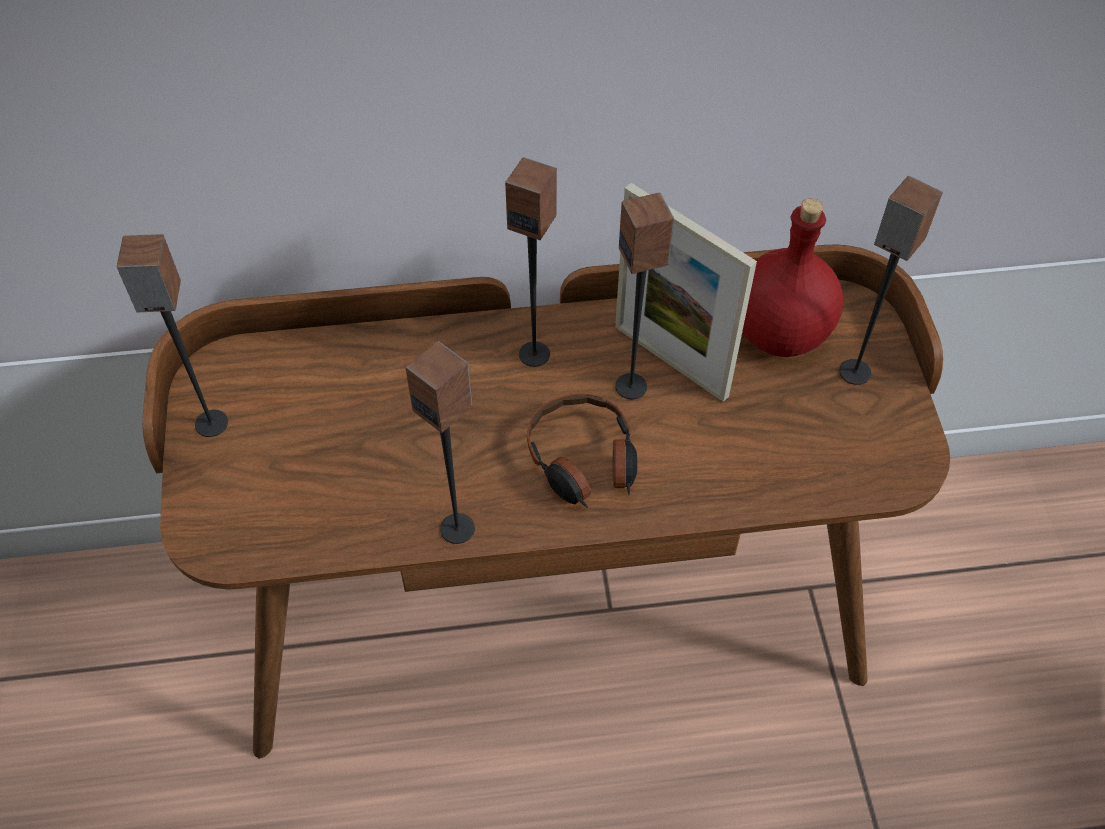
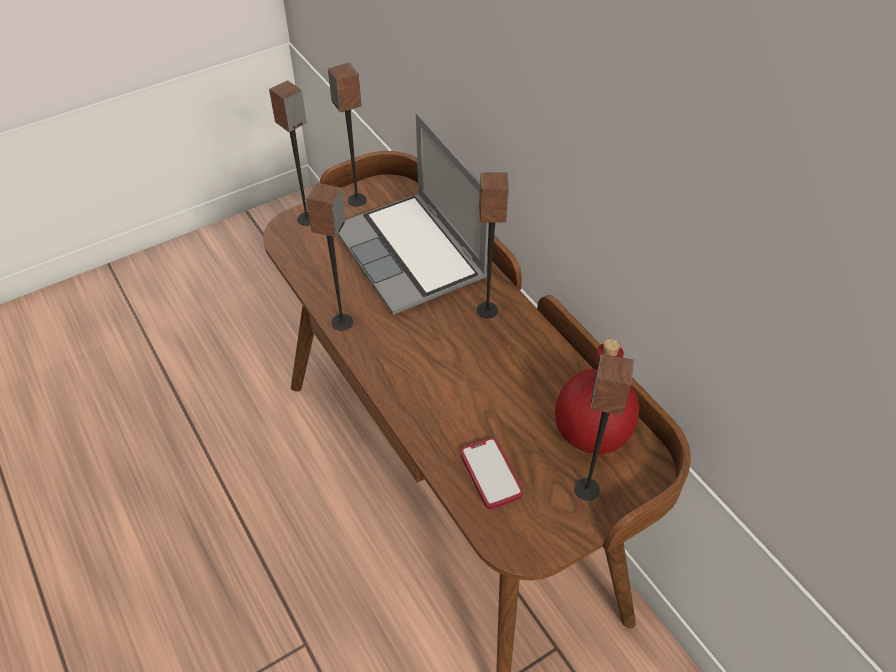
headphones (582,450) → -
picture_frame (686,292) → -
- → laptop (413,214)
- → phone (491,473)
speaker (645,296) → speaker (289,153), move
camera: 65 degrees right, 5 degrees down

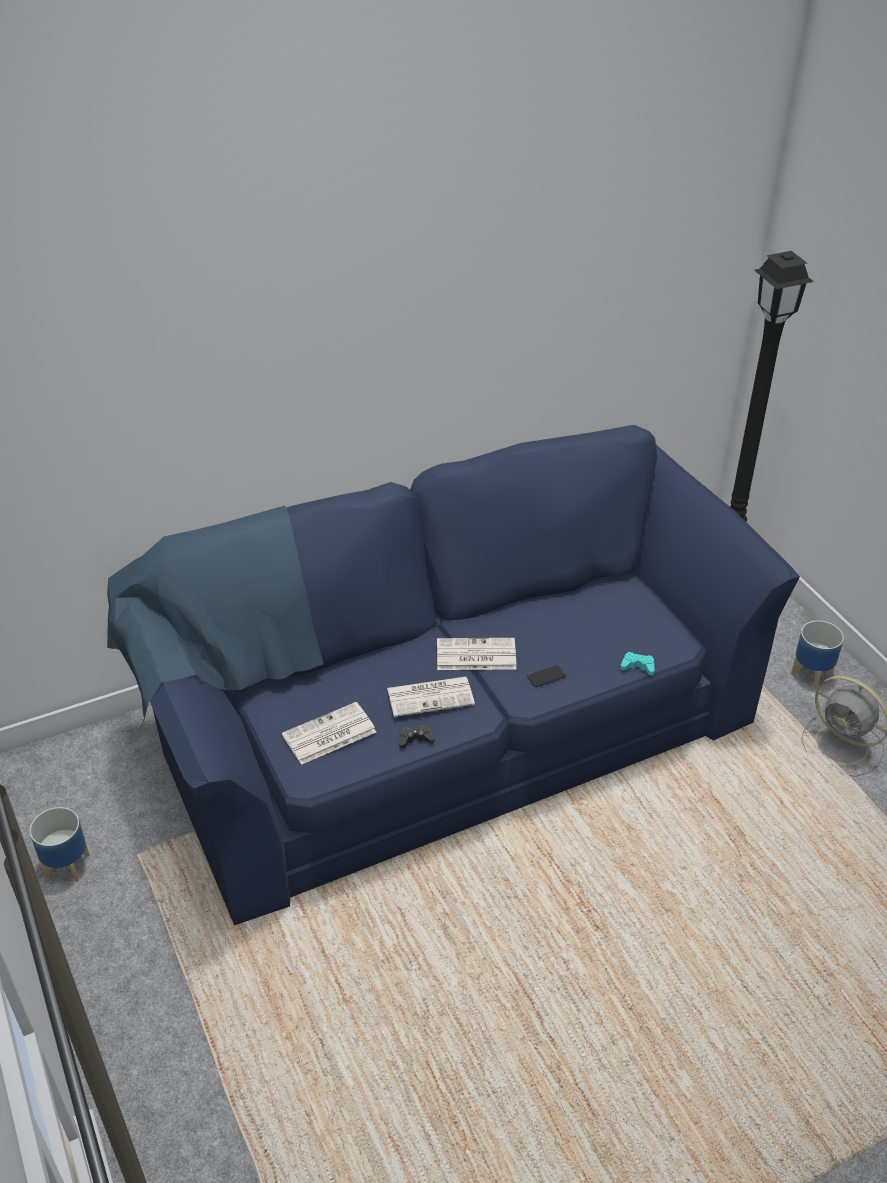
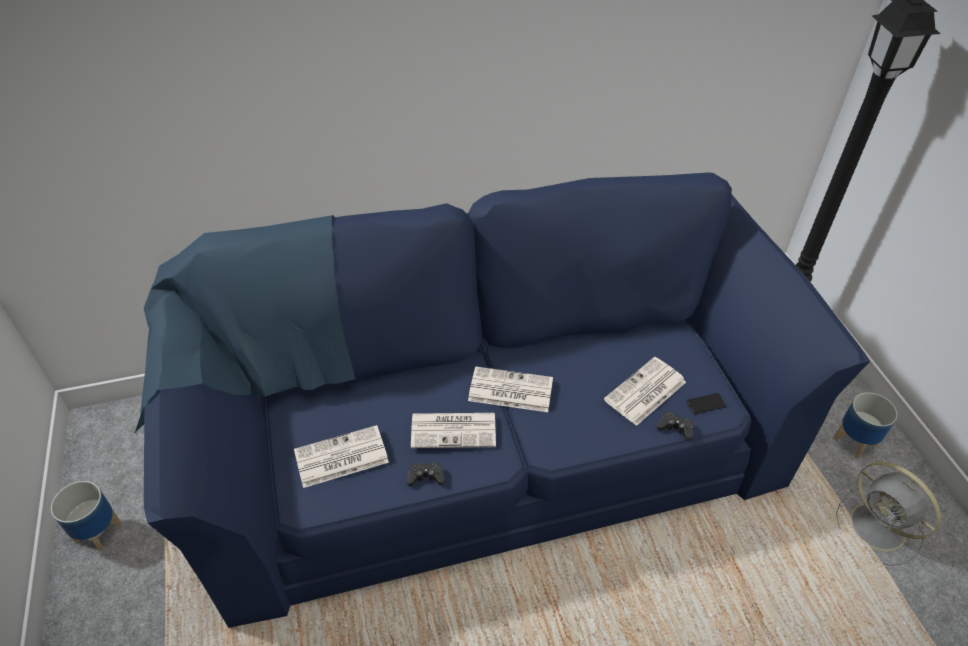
- → newspaper (645,391)
phone (546,676) → phone (706,403), move
turquoise_game_controller (637,663) → black_game_controller (675,426)
camera: 10 degrees right, 5 degrees up

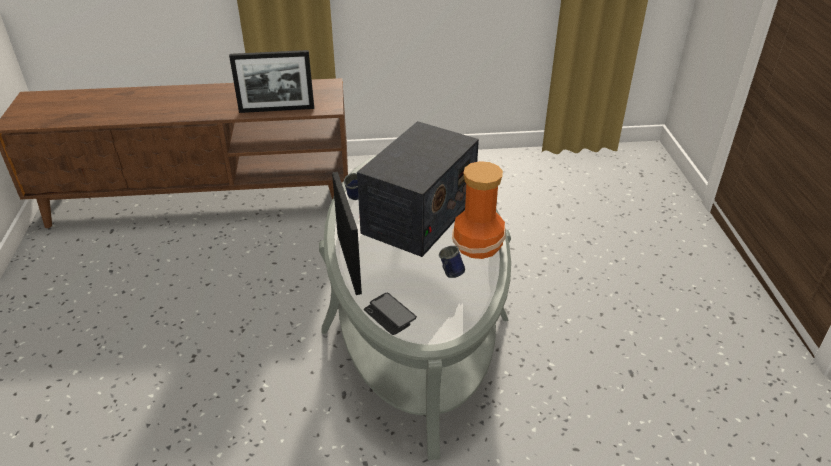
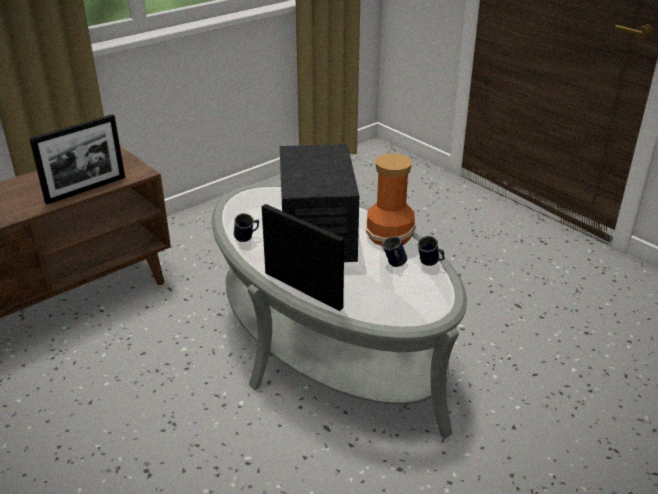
phone (390,314) → -
- → blue_mug (431,251)
camera: 35 degrees left, 5 degrees down

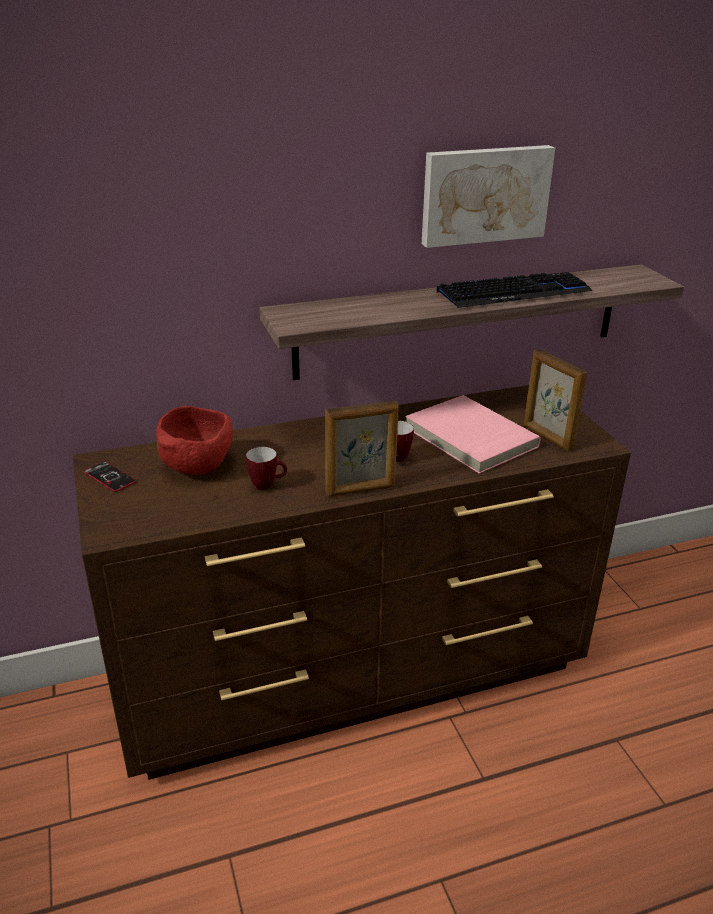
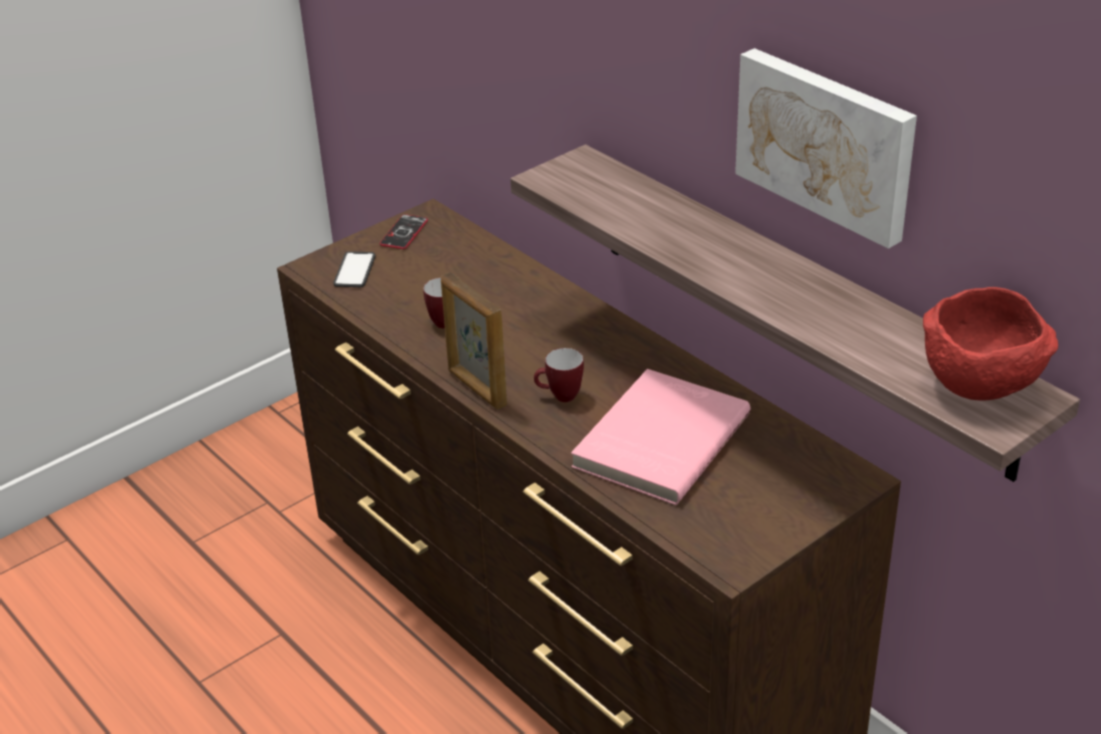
keyboard (514,290) → -
picture_frame (555,400) → -
- → phone (354,269)
red_bowl (194,440) → red_bowl (990,344), move
camera: 70 degrees right, 5 degrees up

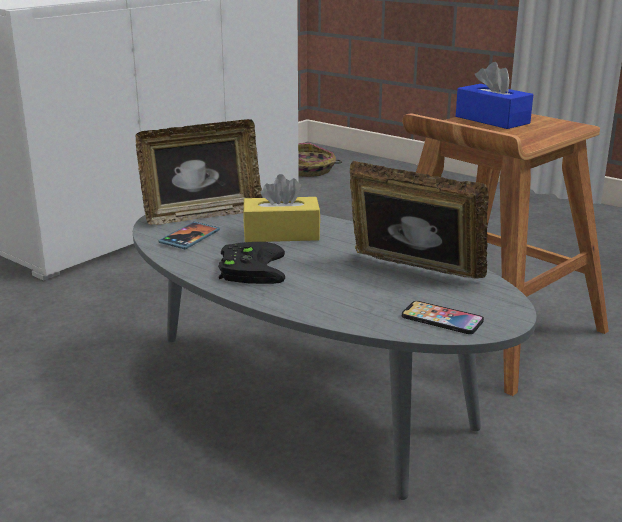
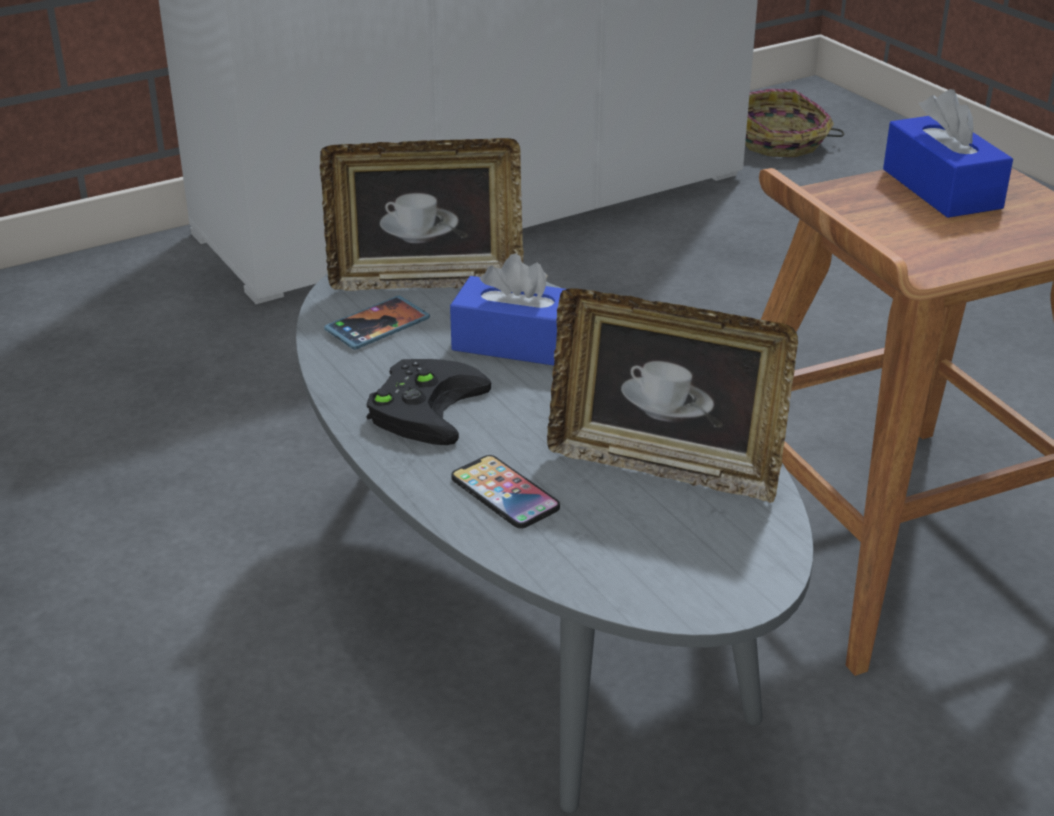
phone (443,317) → phone (505,492), move
yellow_tissue_box (282,208) → blue_tissue_box (508,310)
picture_frame (419,219) → picture_frame (672,395), 150 degrees clockwise
camera: 20 degrees right, 10 degrees up

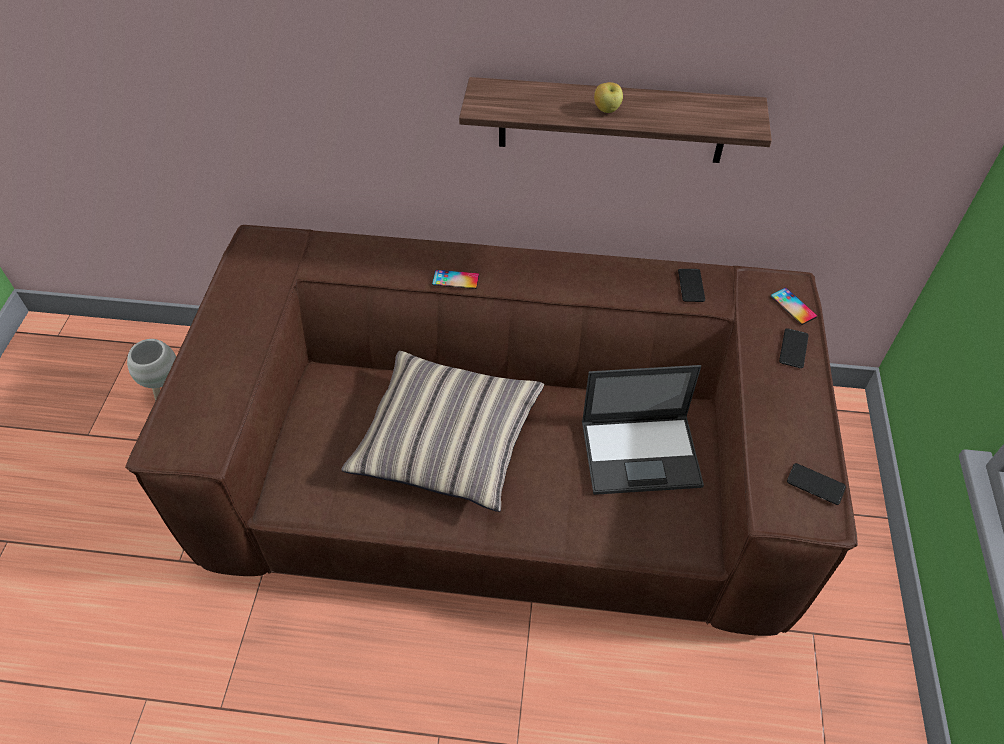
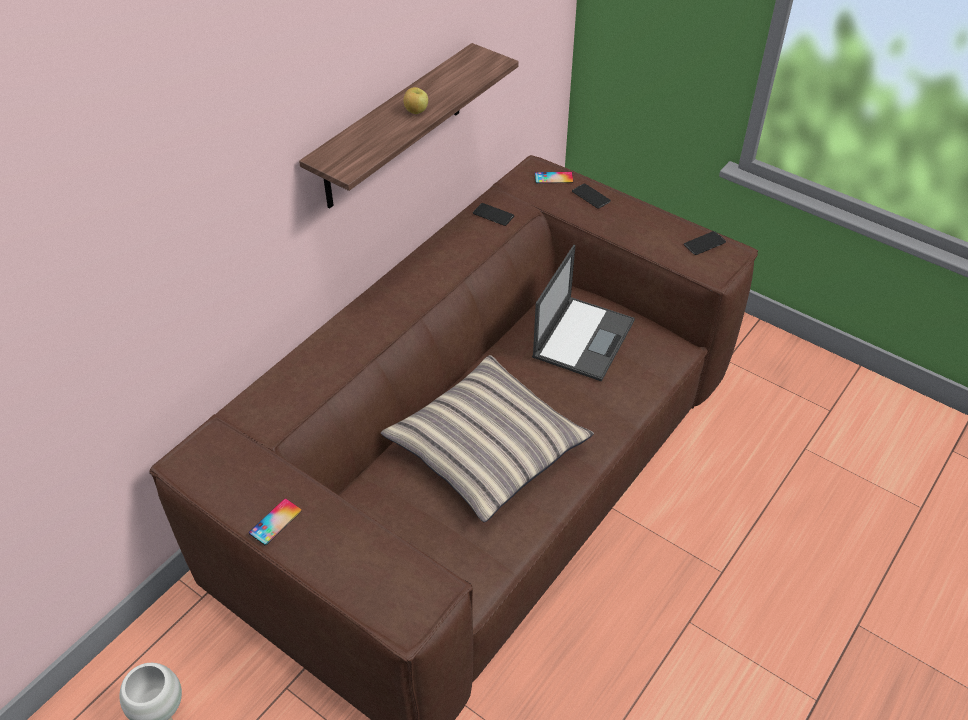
phone (455,279) → phone (275,521), move
camera: 60 degrees left, 5 degrees down

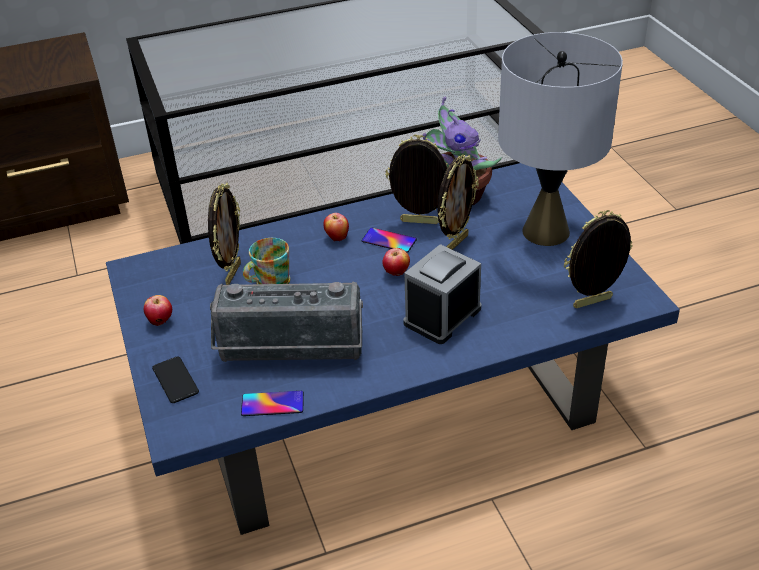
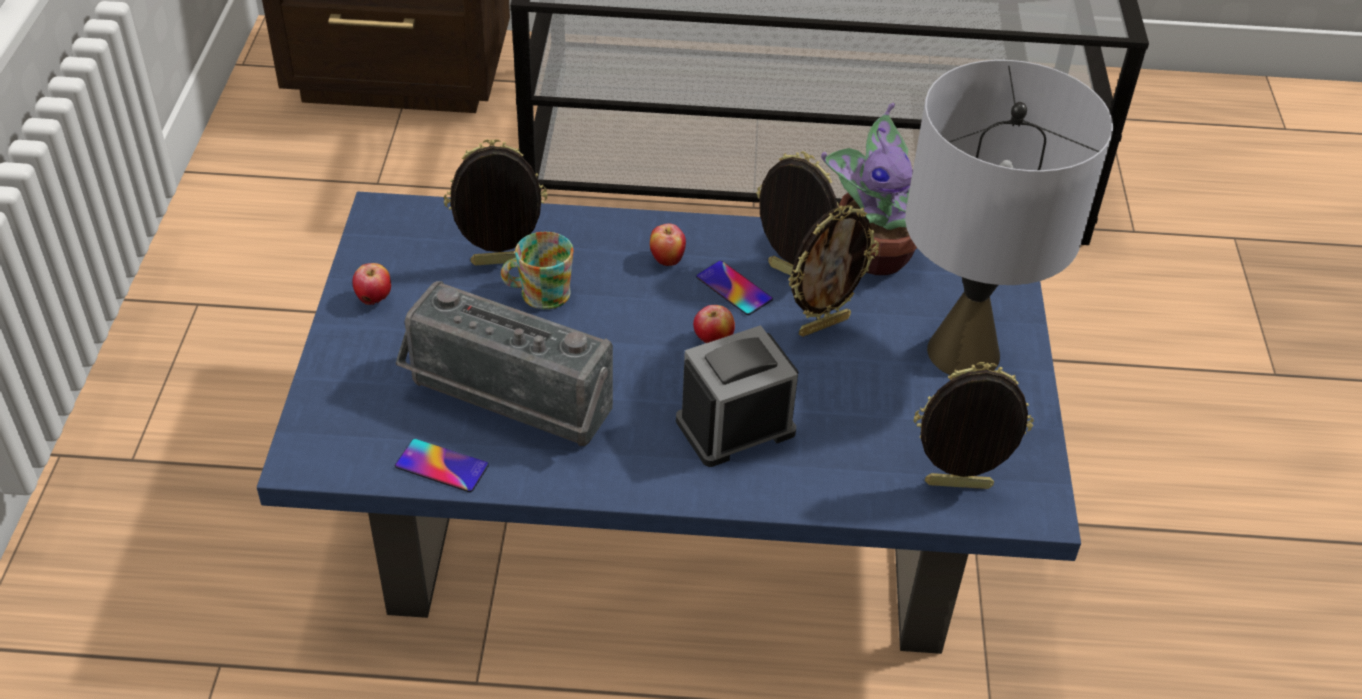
phone (175,380) → -
picture_frame (224,234) → picture_frame (496,202), 135 degrees counterclockwise
camera: 20 degrees right, 5 degrees up

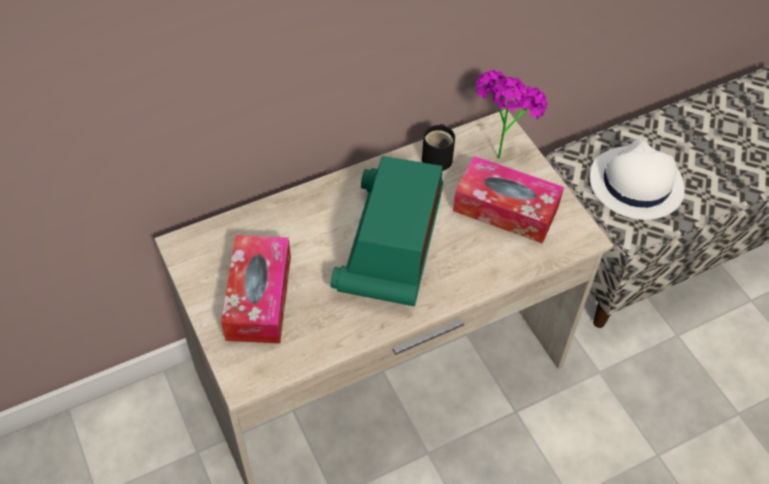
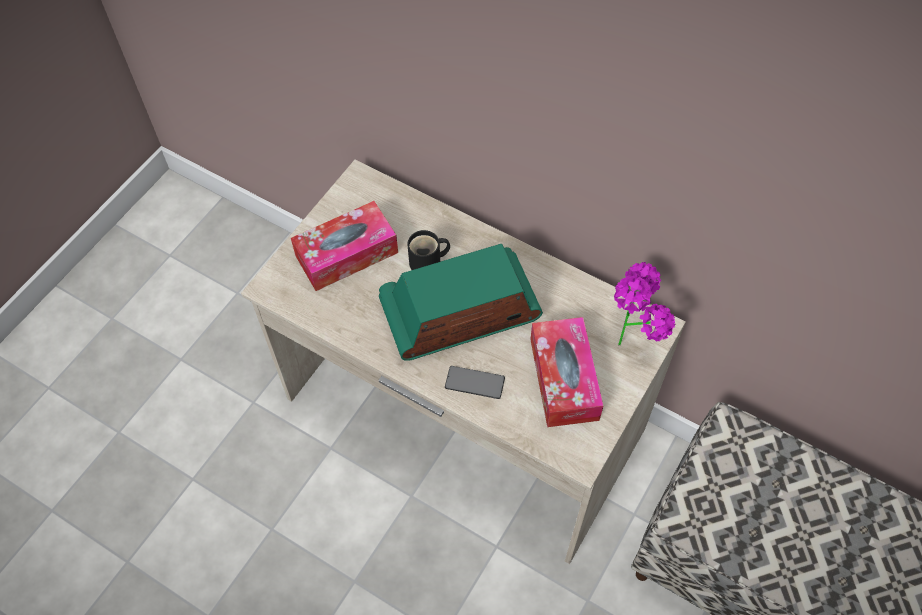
white_hat (637,179) → -
- → phone (475,382)
black_mug (438,147) → black_mug (428,250), move
camera: 60 degrees right, 5 degrees up

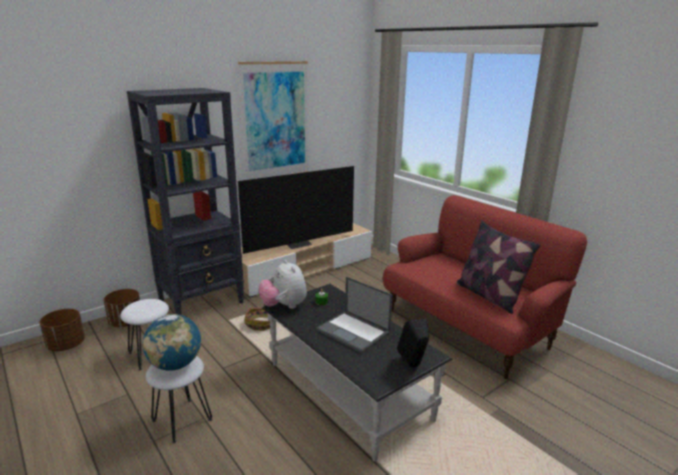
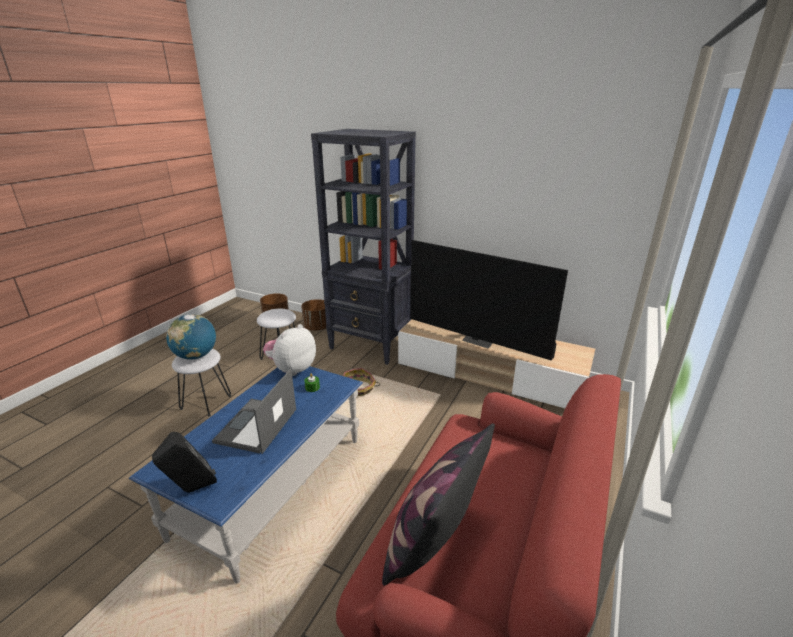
picture (273,120) → -
black_coffee_table (357,373) → blue_coffee_table (246,475)
camera: 65 degrees right, 5 degrees up

